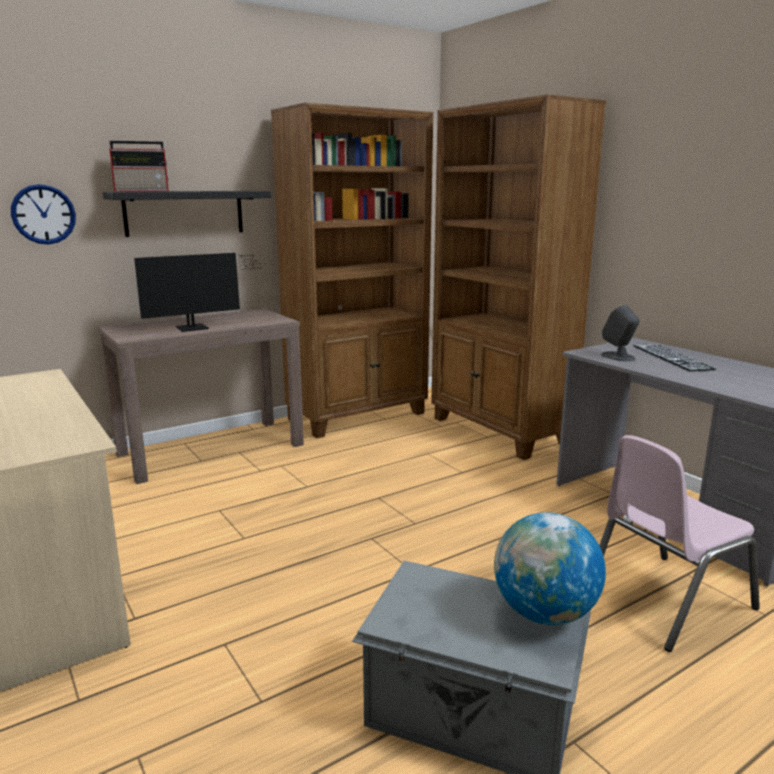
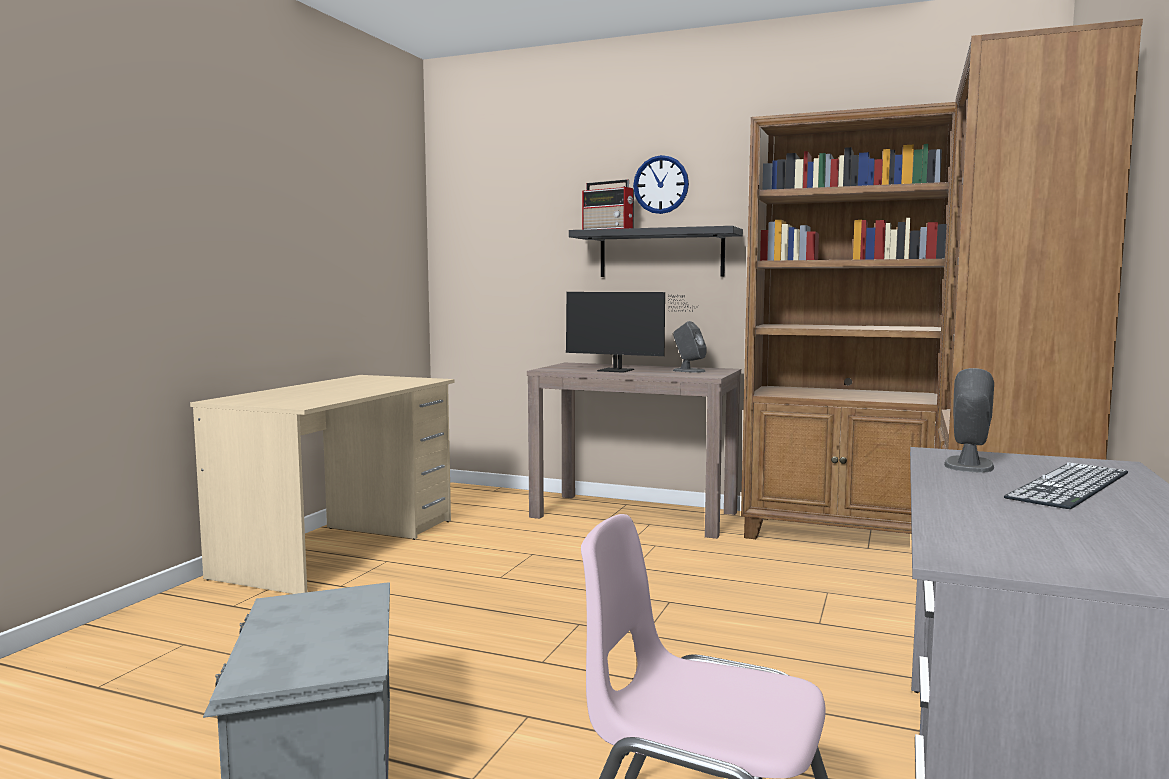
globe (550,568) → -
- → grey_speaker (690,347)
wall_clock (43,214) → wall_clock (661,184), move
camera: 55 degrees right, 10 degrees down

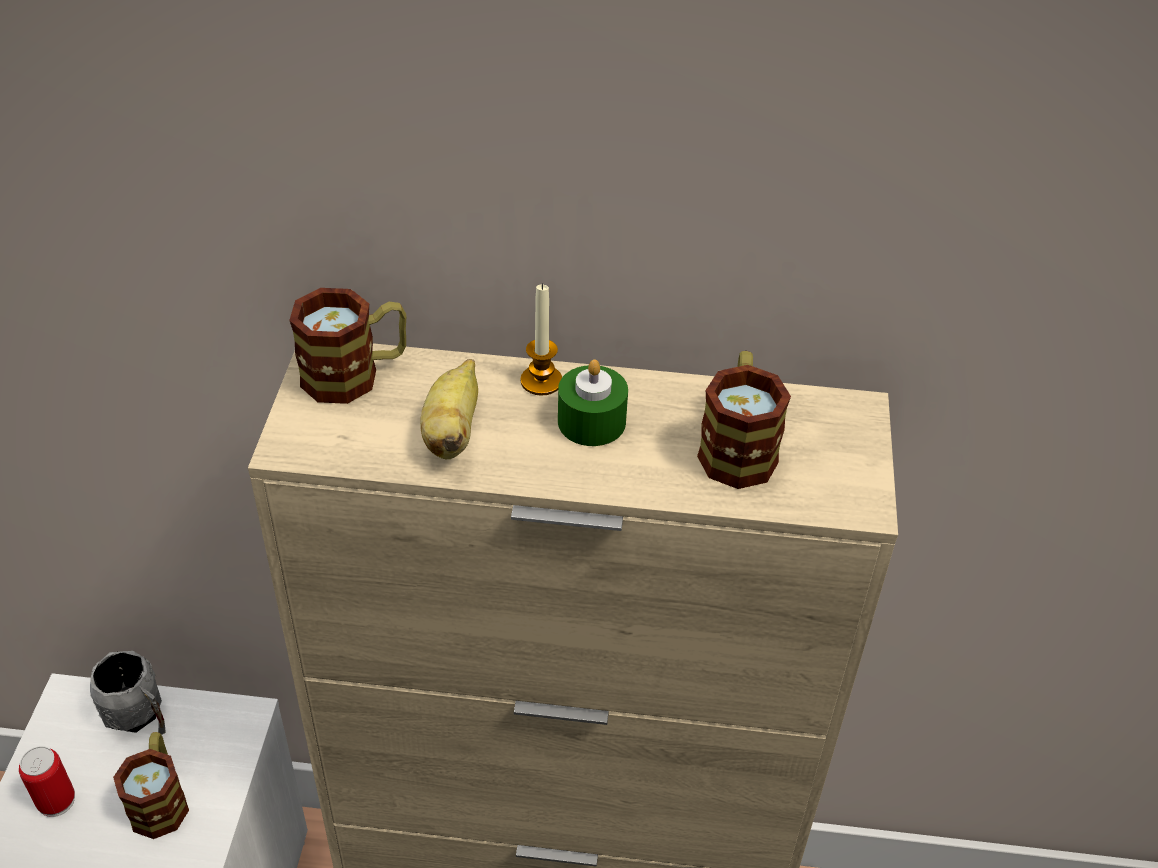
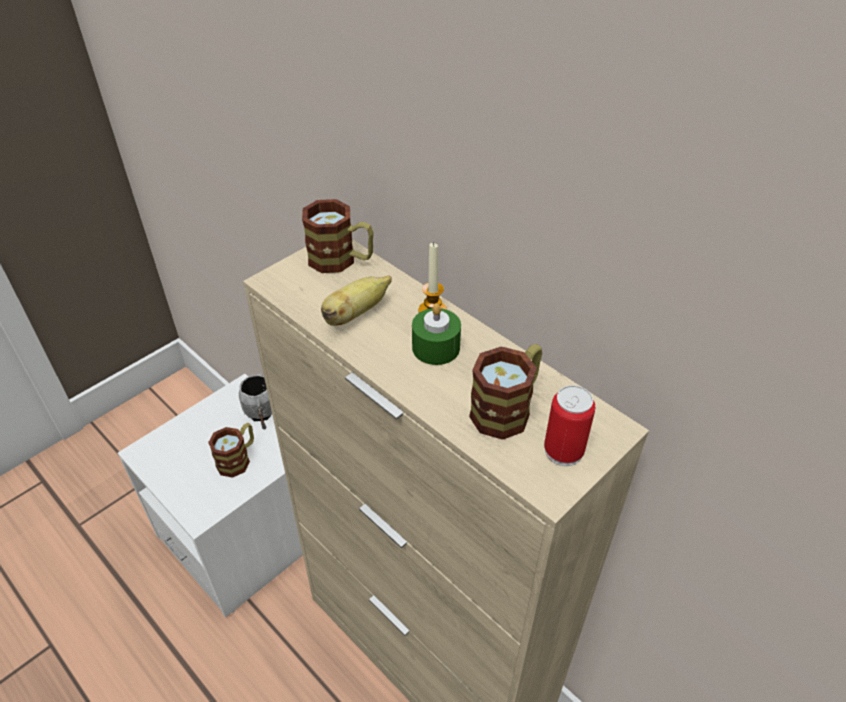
can (47,781) → can (570,425), move
camera: 40 degrees right, 0 degrees up

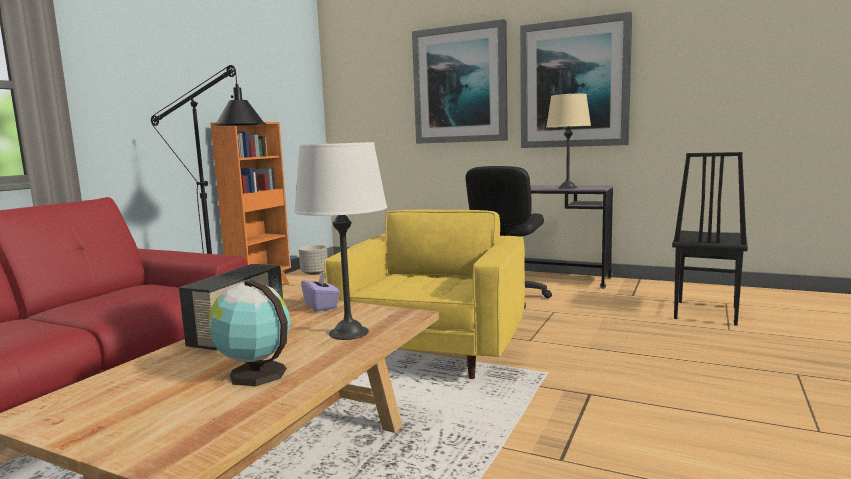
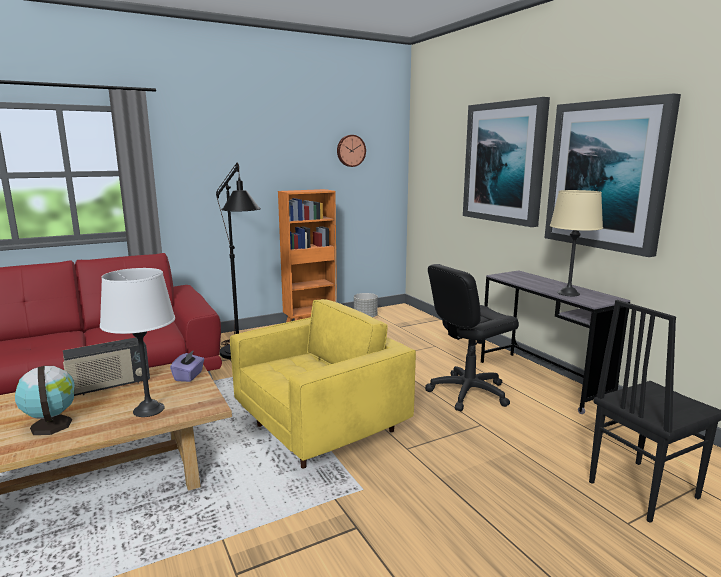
- → wall_clock (351,151)
camera: 35 degrees right, 5 degrees up

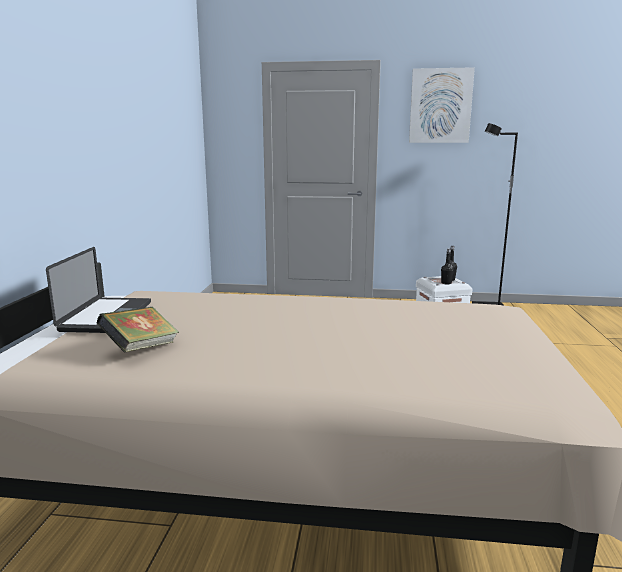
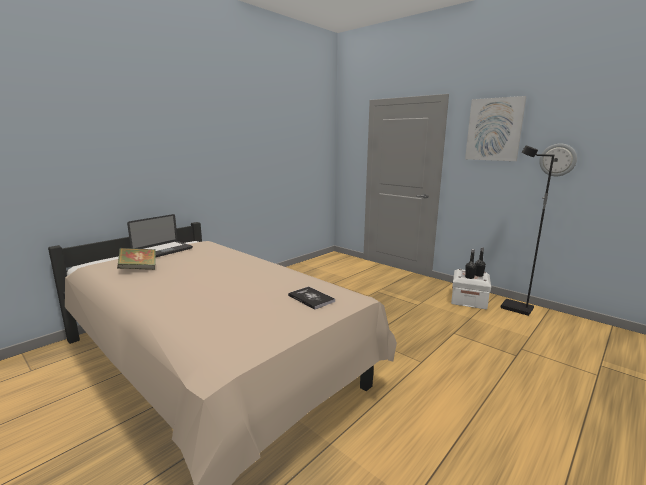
- → book (311,298)
- → wall_clock (558,159)
camera: 35 degrees right, 0 degrees up

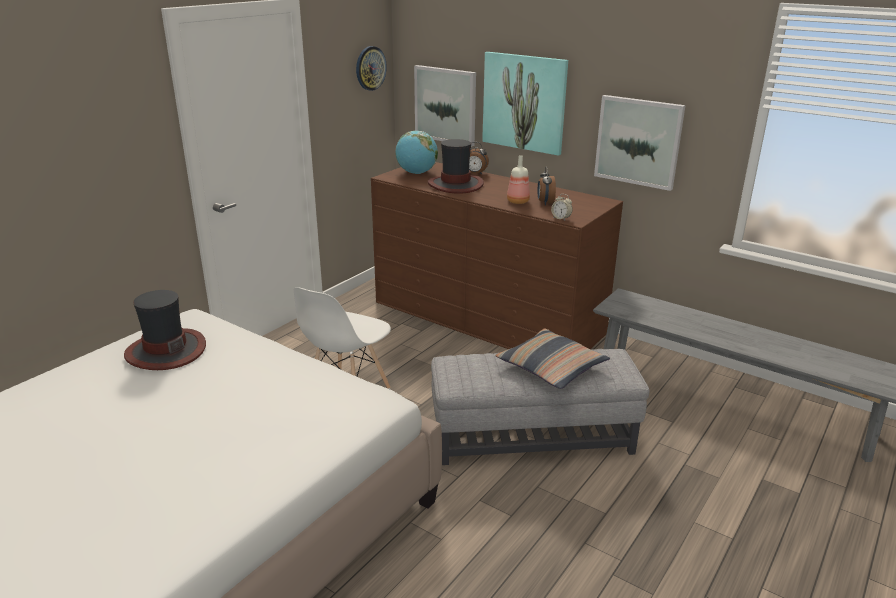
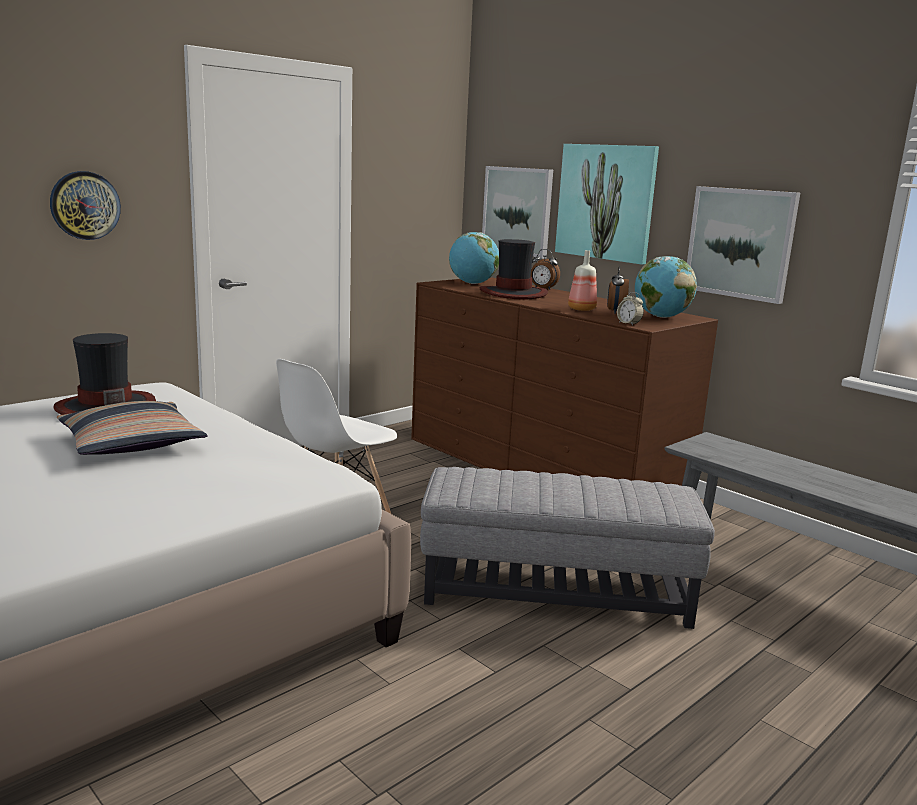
- → globe (666,287)
wall_clock (371,68) → wall_clock (85,205), move
pillow (552,358) → pillow (132,428), move
camera: 10 degrees right, 10 degrees down

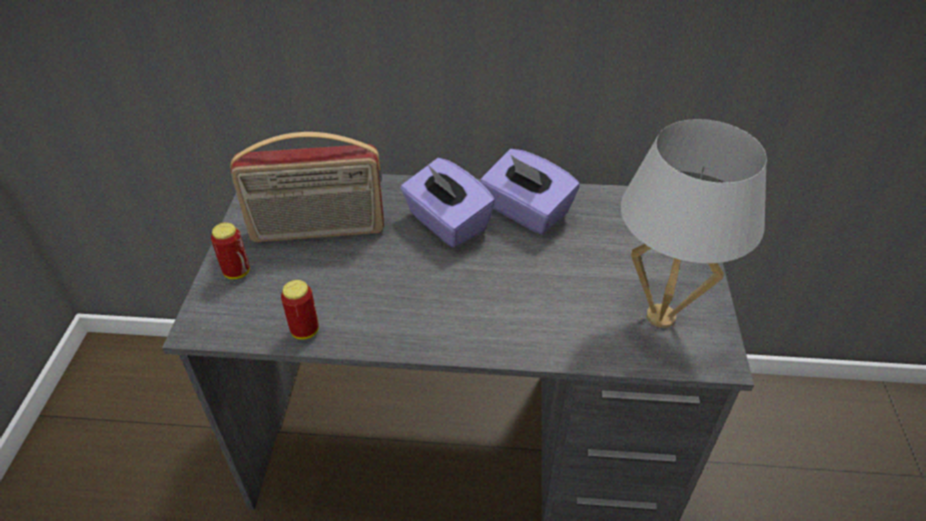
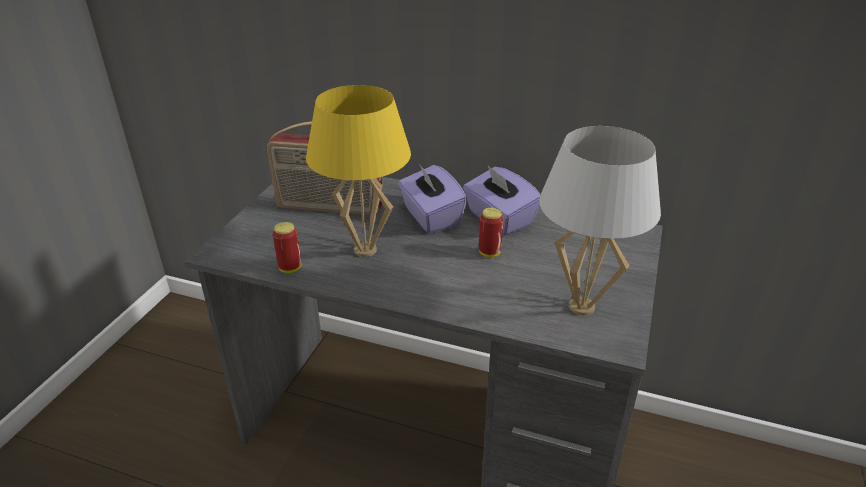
- → yellow_table_lamp (358,171)
can (230,251) → can (491,232), move
camera: 15 degrees right, 10 degrees down

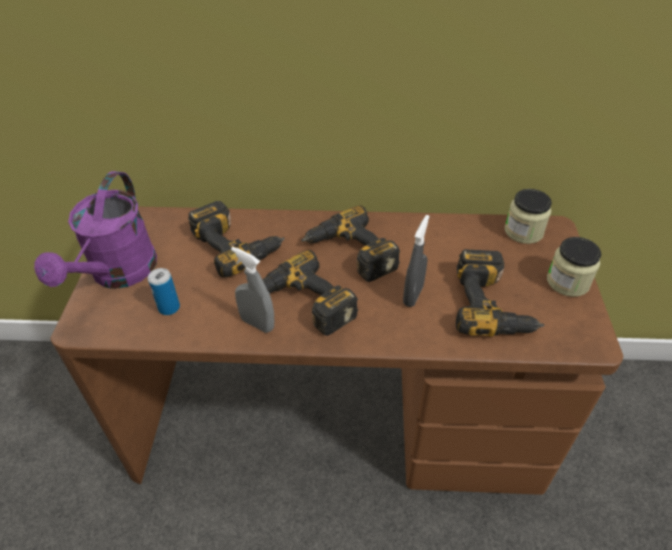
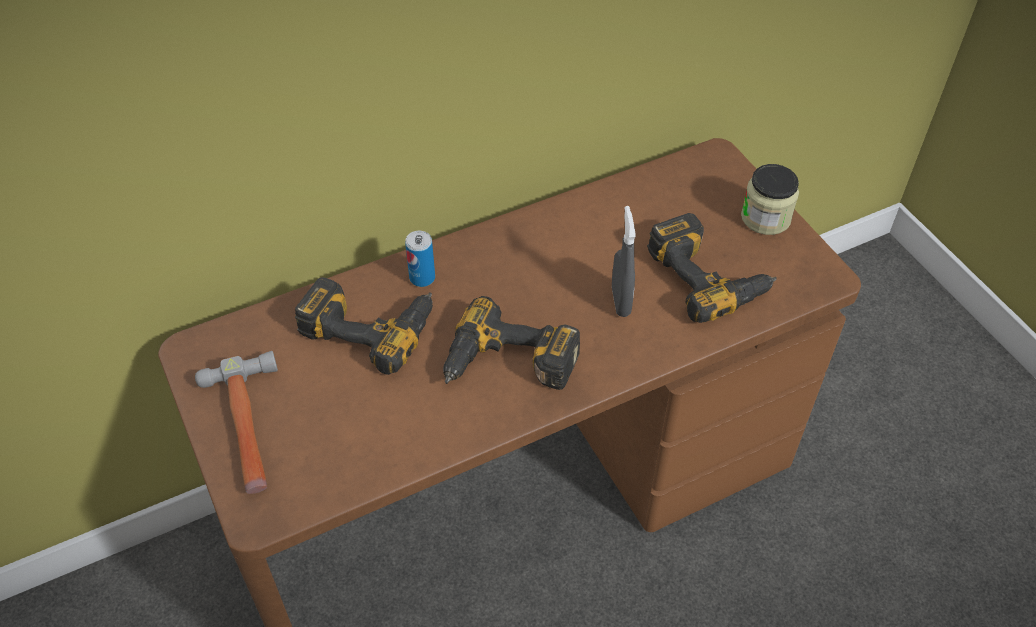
grey_spray_bottle (252,290) → -
power_drill (350,244) → -
jar (528,216) → -
can (164,291) → can (420,259), move
purple_watering_can (95,230) → hammer (236,422)
camera: 30 degrees left, 5 degrees up

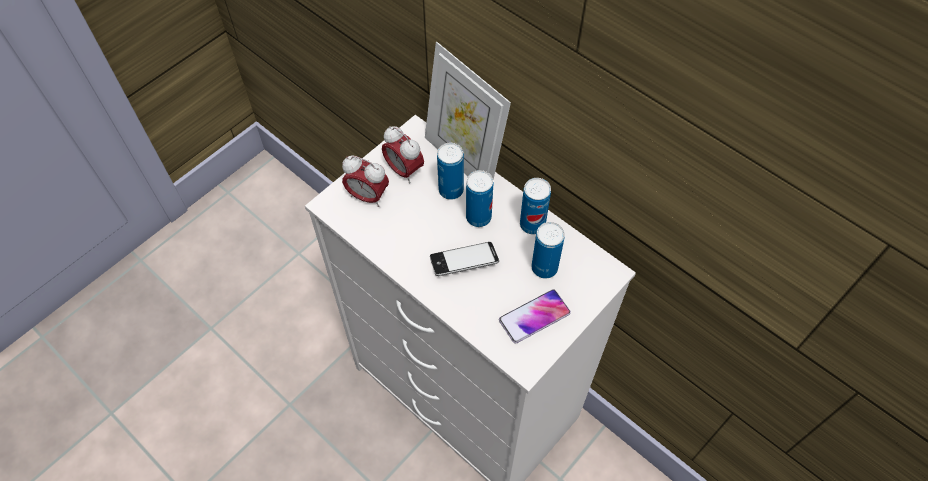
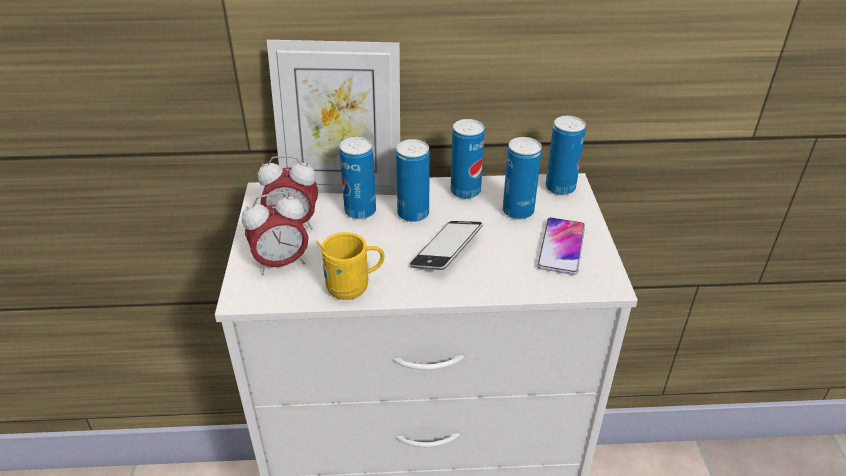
- → yellow_mug (350,266)
- → can (566,155)
camera: 45 degrees left, 20 degrees down

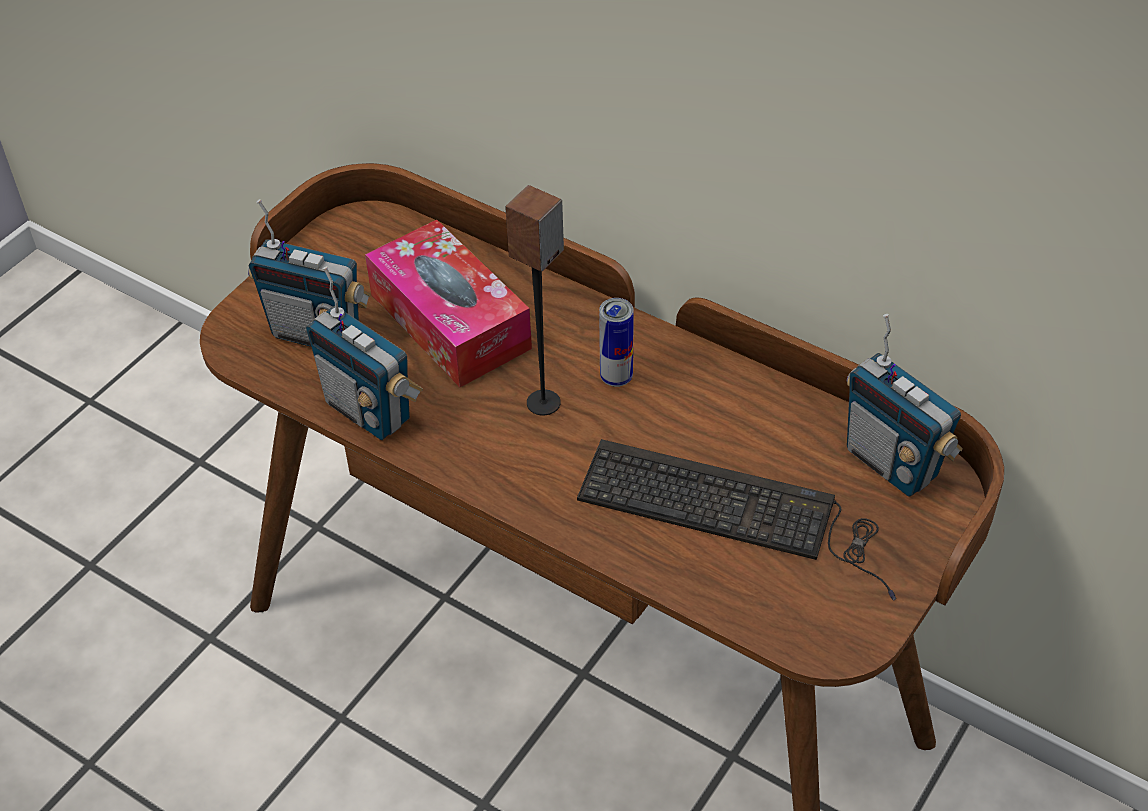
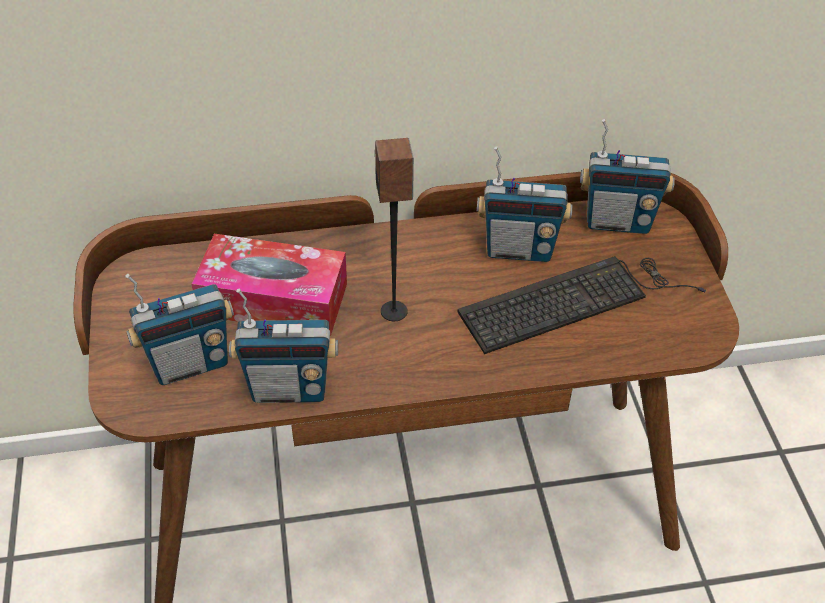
can (616,342) → -
- → radio (525,204)
camera: 45 degrees left, 0 degrees up

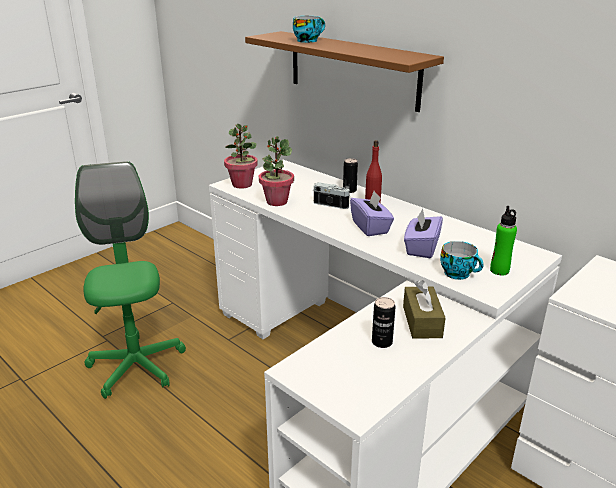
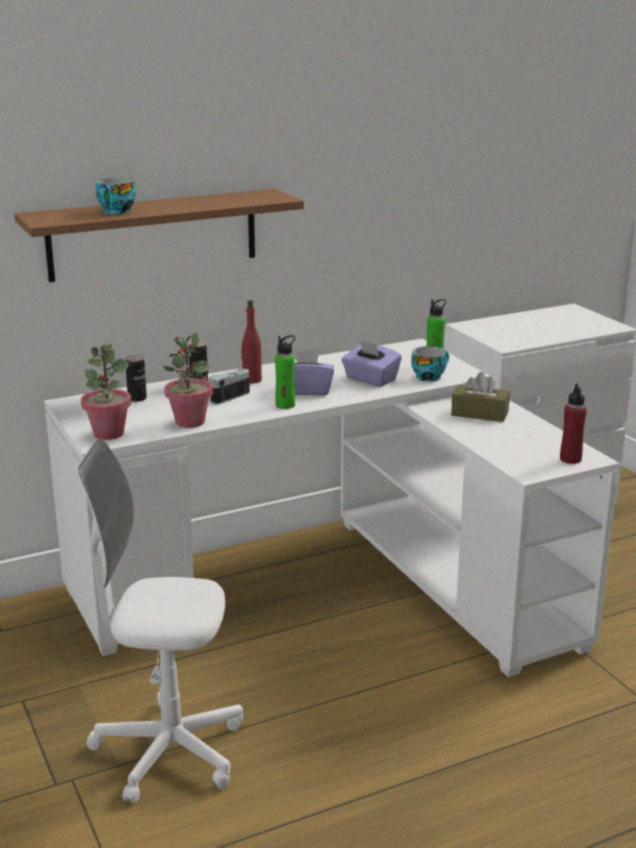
- → green_bottle (285,372)
- → red_bottle (573,424)
can (383,322) → can (136,378), move
green_office_chair (130,280) → white_office_chair (160,621)
camera: 70 degrees left, 5 degrees down

